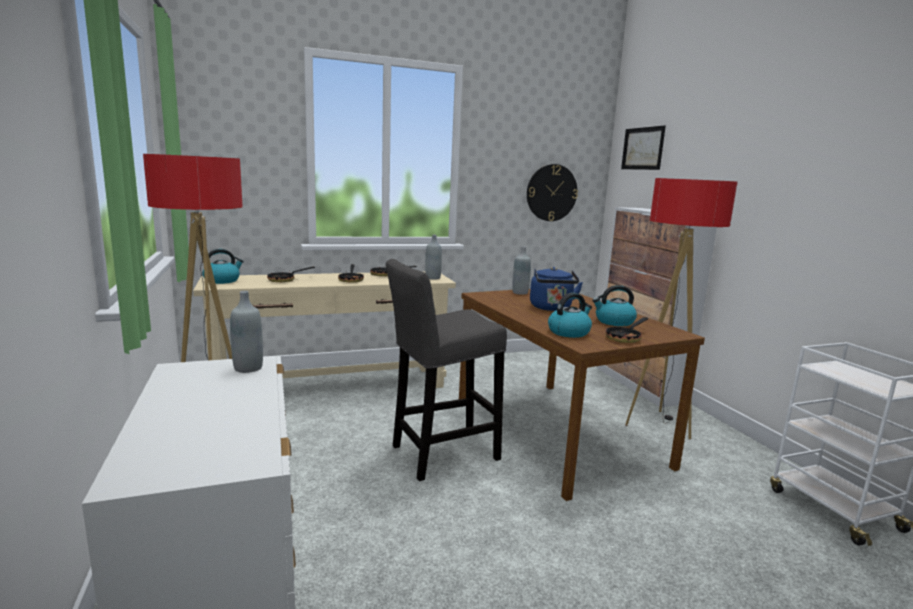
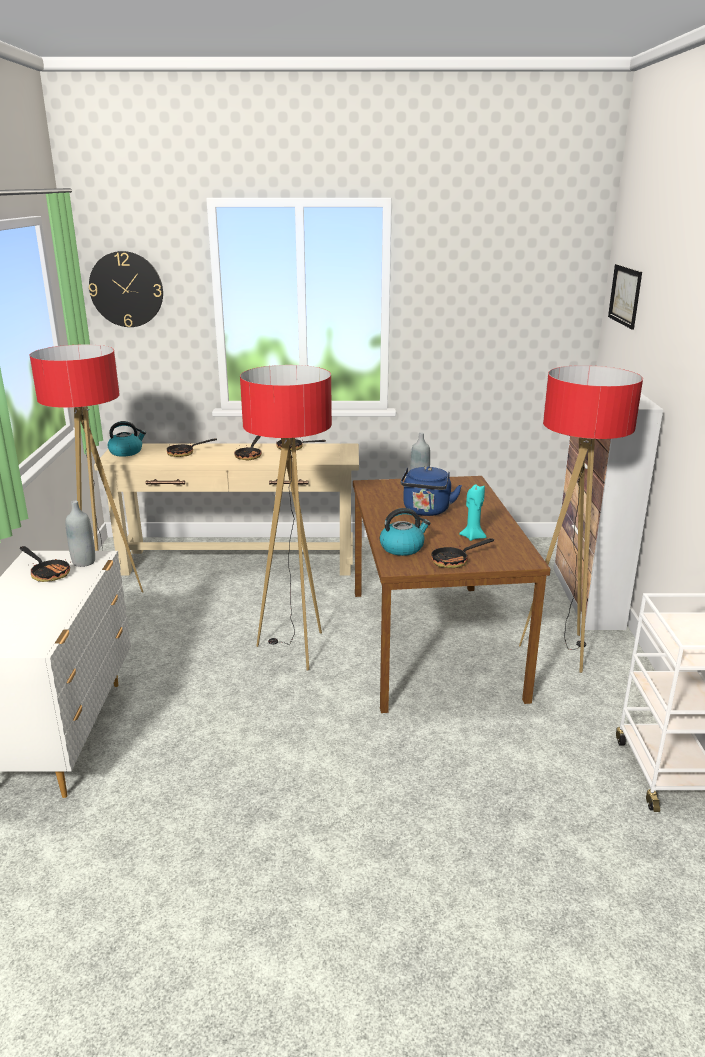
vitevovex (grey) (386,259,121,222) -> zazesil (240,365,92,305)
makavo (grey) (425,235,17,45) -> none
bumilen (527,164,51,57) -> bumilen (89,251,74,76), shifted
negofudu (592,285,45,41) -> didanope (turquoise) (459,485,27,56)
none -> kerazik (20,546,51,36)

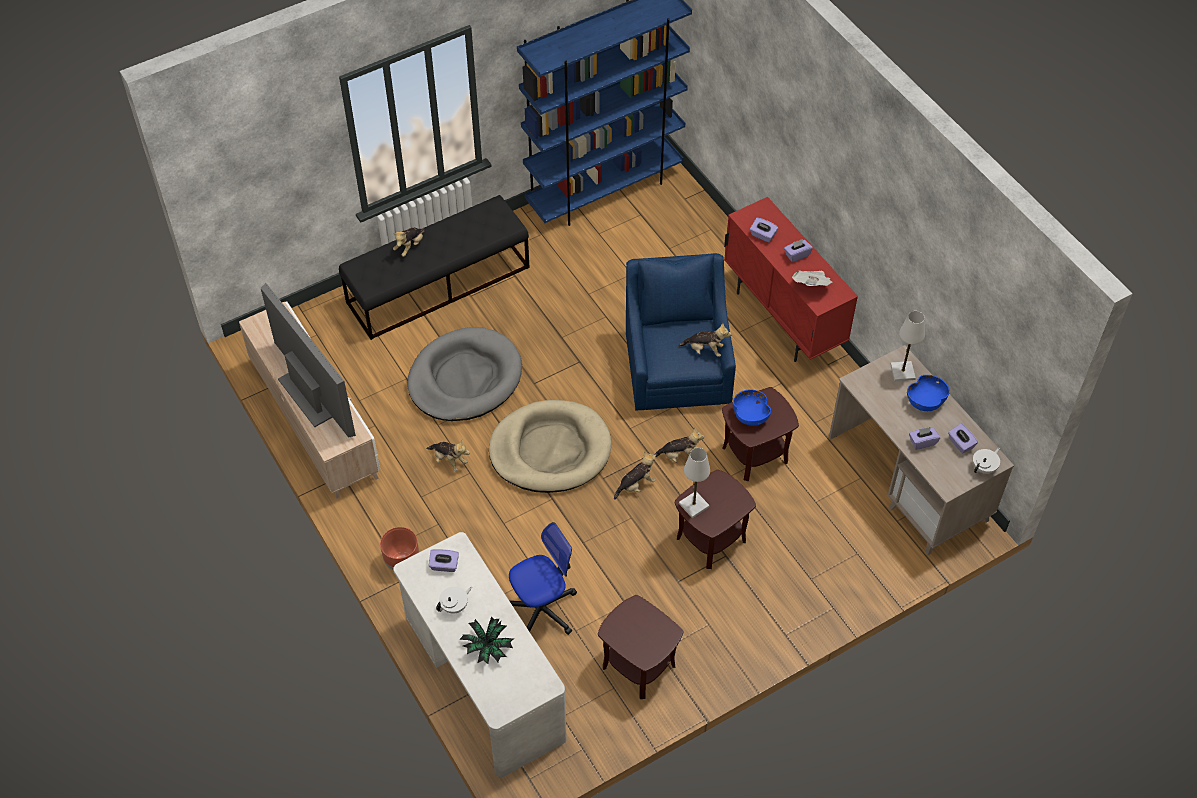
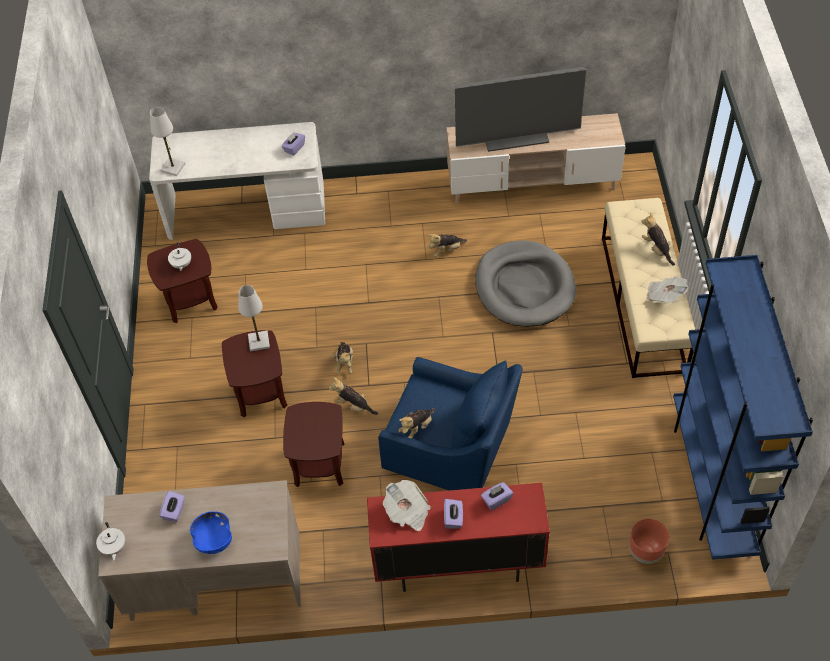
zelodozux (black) (339,195,191,145) -> zelodozux (beige) (602,198,93,180)
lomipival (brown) (380,527,39,43) -> lomipival (brown) (629,519,40,45), shifted
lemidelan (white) (436,587,36,27) -> lemidelan (white) (168,242,23,29), shifted
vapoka (459,616,54,48) -> none
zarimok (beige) (489,400,123,93) -> none
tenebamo (509,522,68,113) -> none
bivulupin (654,427,51,36) -> bivulupin (329,377,49,38), 90 degrees clockwise
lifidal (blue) (733,389,38,36) -> none
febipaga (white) (890,311,35,70) -> febipaga (white) (150,107,35,69), shifted
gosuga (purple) (948,423,30,30) -> none
none -> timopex (646,277,42,26)

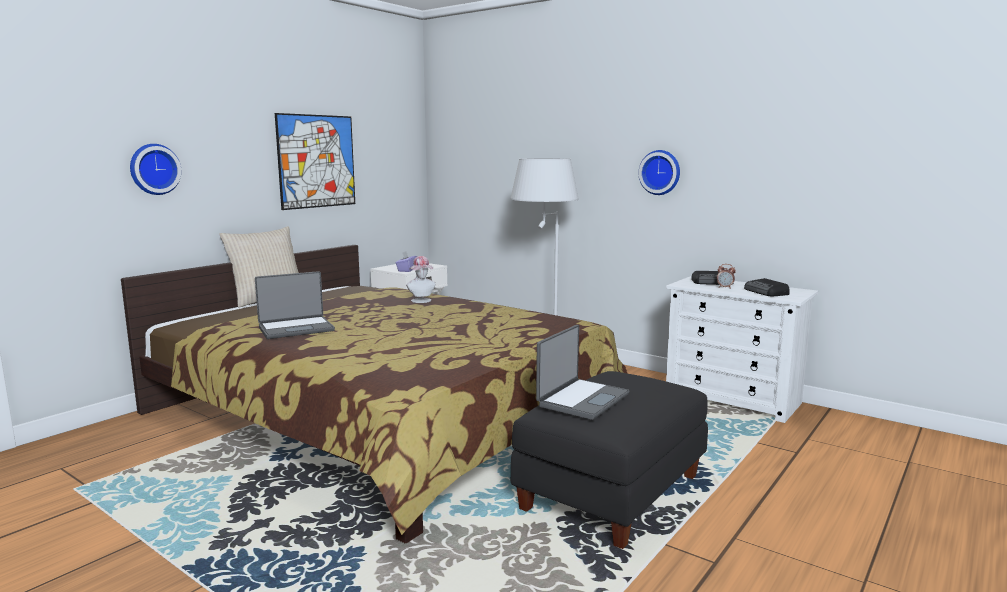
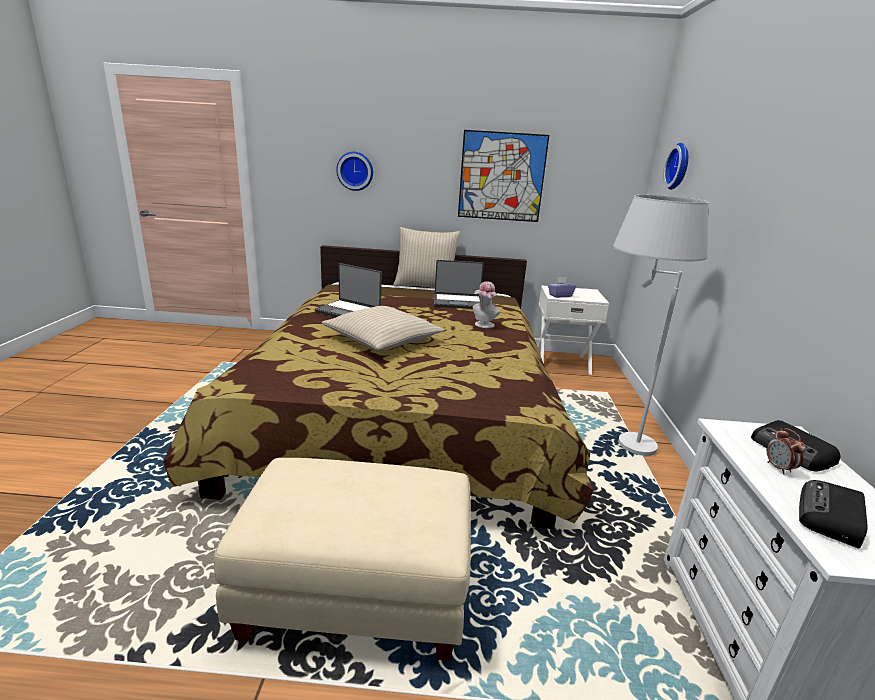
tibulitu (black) (511,371,197,178) -> tibulitu (beige) (214,458,257,203)
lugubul (536,325,93,95) -> lugubul (434,260,50,49), shifted
bumilen (639,150,41,45) -> bumilen (663,143,25,47), shifted
none -> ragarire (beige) (322,306,122,45)

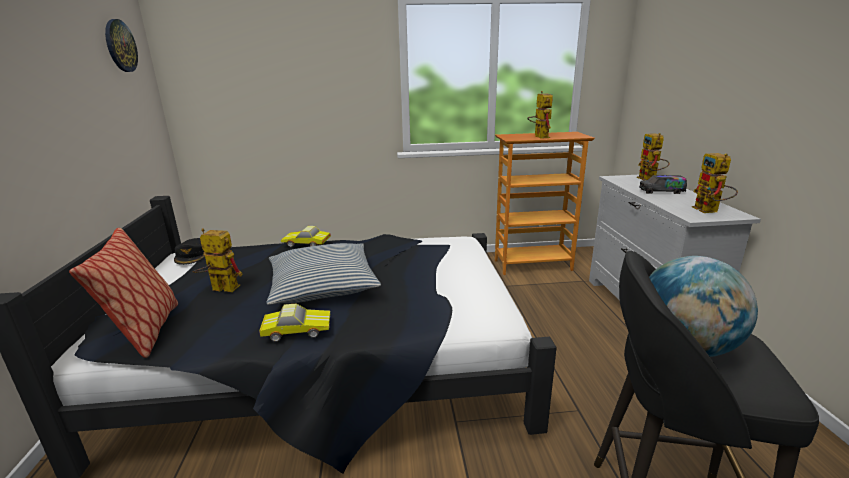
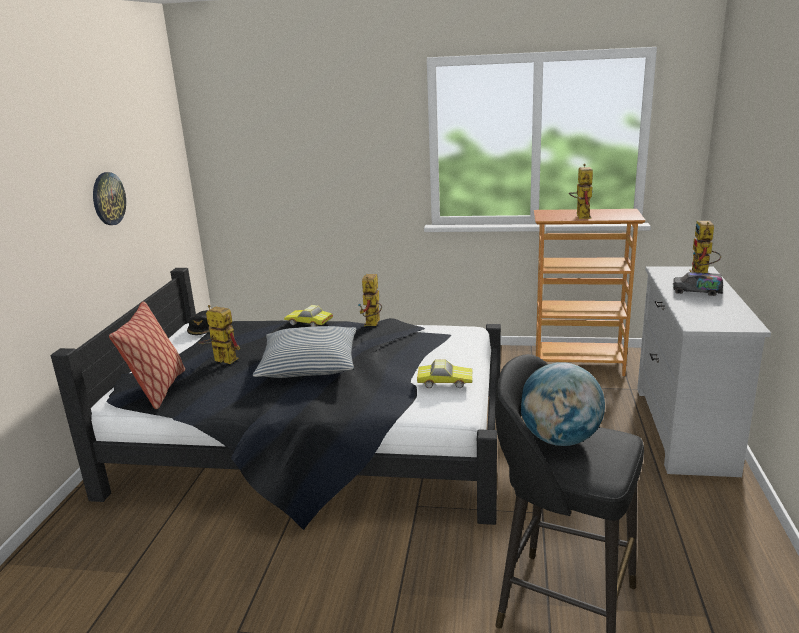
bumilen (105,19,33,53) -> bumilen (93,172,33,53), shifted
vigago (260,304,70,38) -> vigago (417,359,55,29), shifted
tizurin (692,153,46,60) -> tizurin (358,274,24,52), shifted

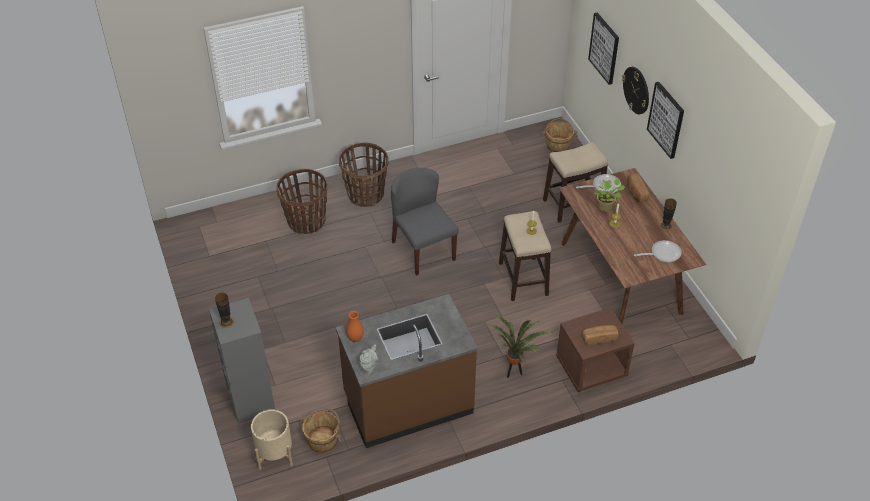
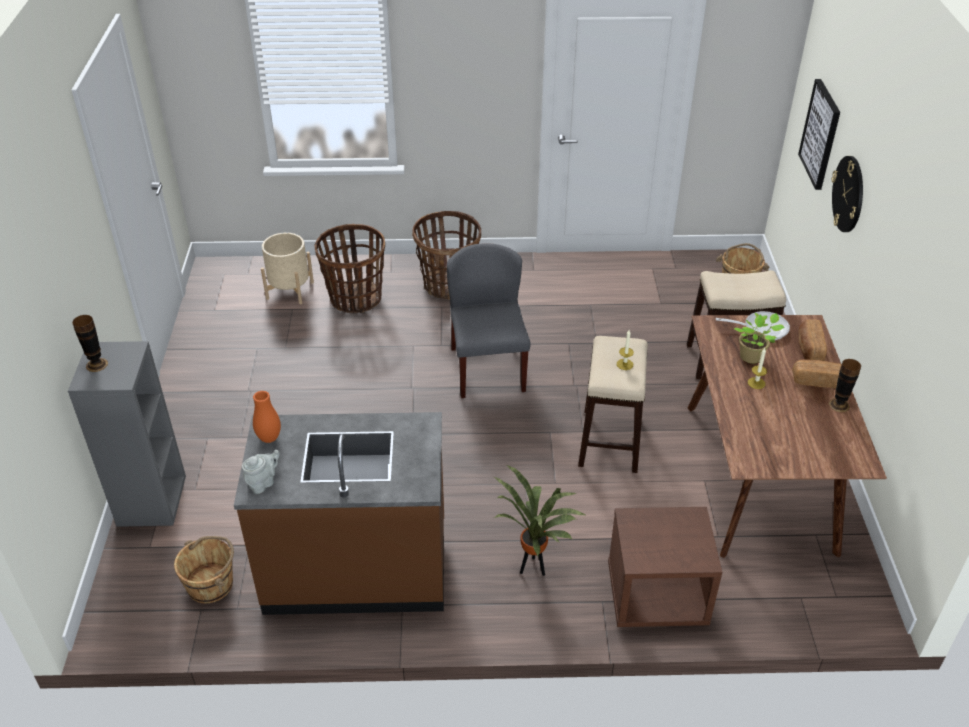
lomipival (beige) (251,409,42,61) -> lomipival (beige) (261,233,53,71), shifted
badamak (582,325,37,20) -> badamak (792,359,50,29), shifted
kerazik (634,240,48,23) -> none
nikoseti (647,82,37,77) -> none

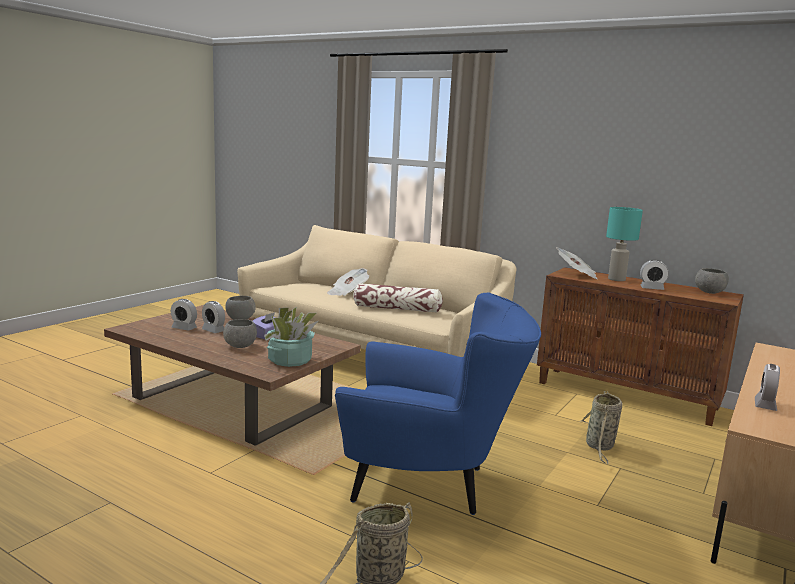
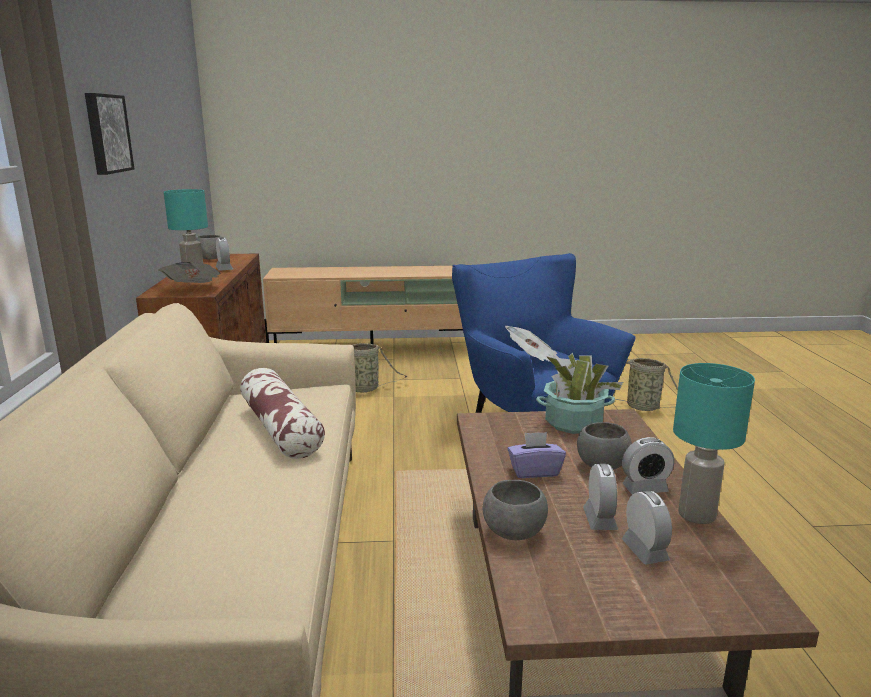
timopex (327,268,42,28) -> timopex (505,326,54,37), shifted
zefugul (755,364,25,47) -> zefugul (622,437,52,57), shifted
none -> nikoseti (85,93,49,82)
none -> febipaga (turquoise) (673,363,82,161)

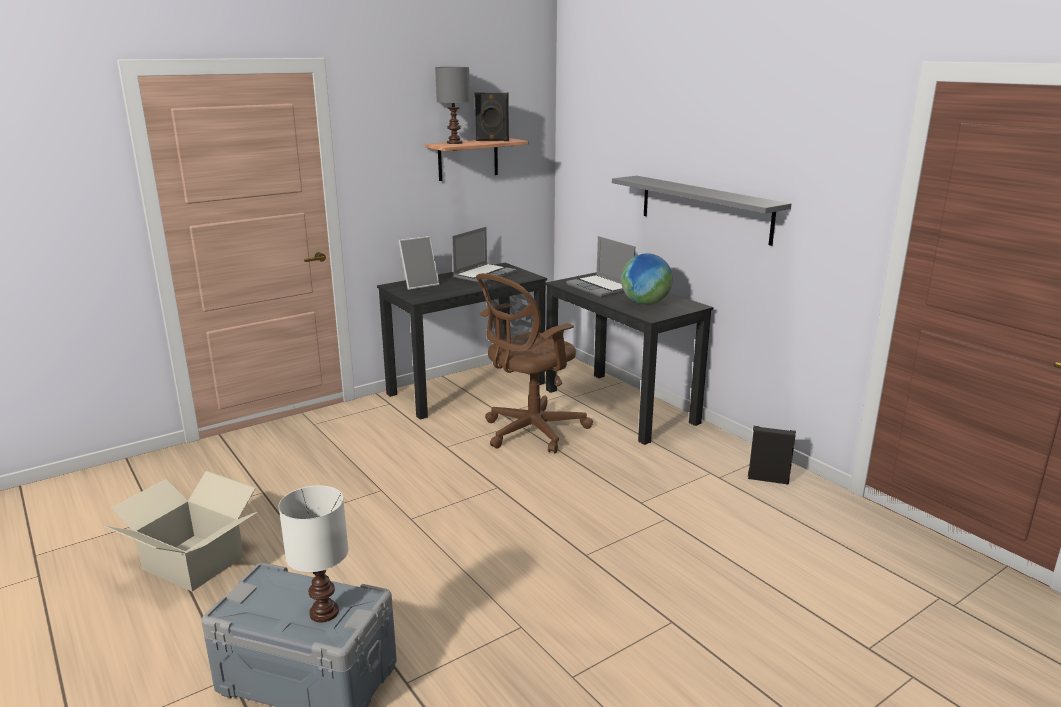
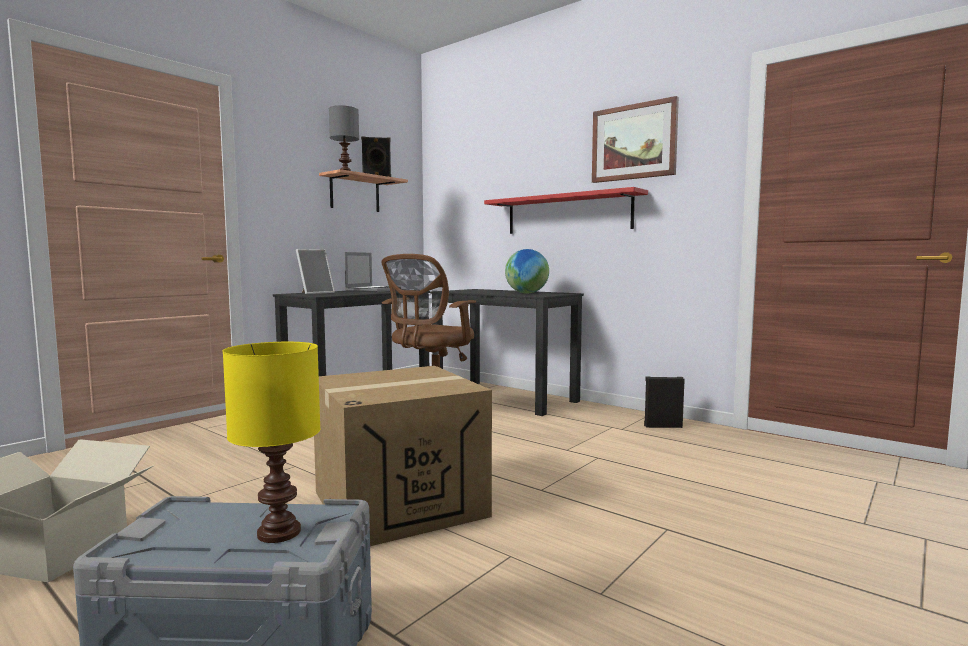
febipaga (white) (279,485,70,137) -> febipaga (yellow) (223,342,98,201)
lugubul (566,236,69,61) -> none
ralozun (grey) (612,176,179,70) -> ralozun (red) (484,187,164,47)
none -> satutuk (314,366,178,180)
none -> nikoseti (592,96,87,87)

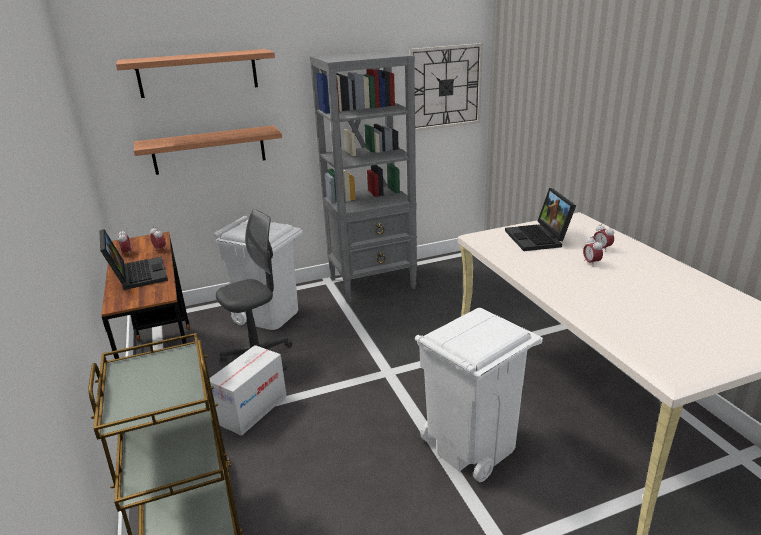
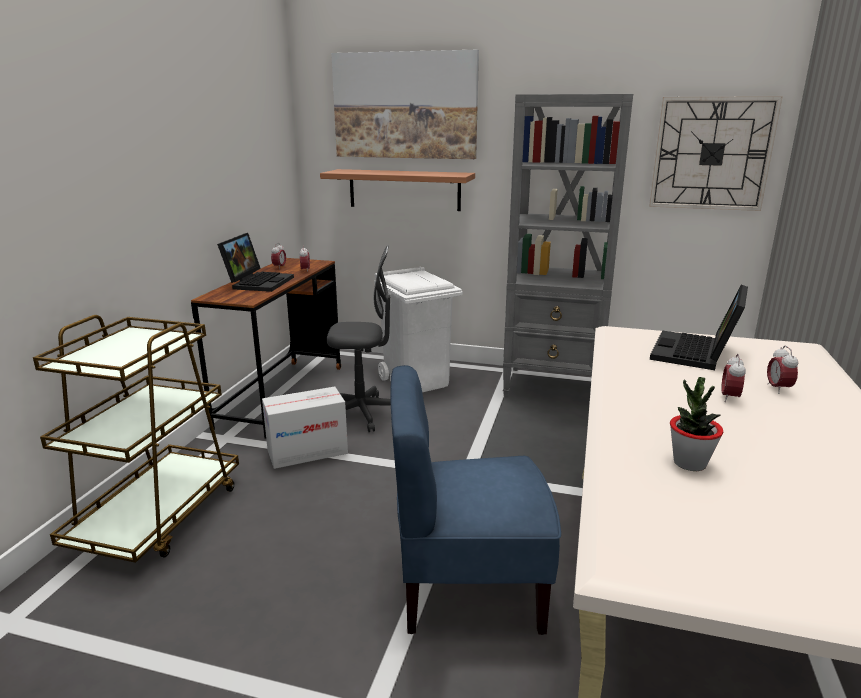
ralozun (116,49,159,49) -> nikoseti (331,50,148,109)
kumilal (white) (415,308,128,174) -> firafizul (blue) (391,365,170,270)
none -> vapoka (670,377,53,94)

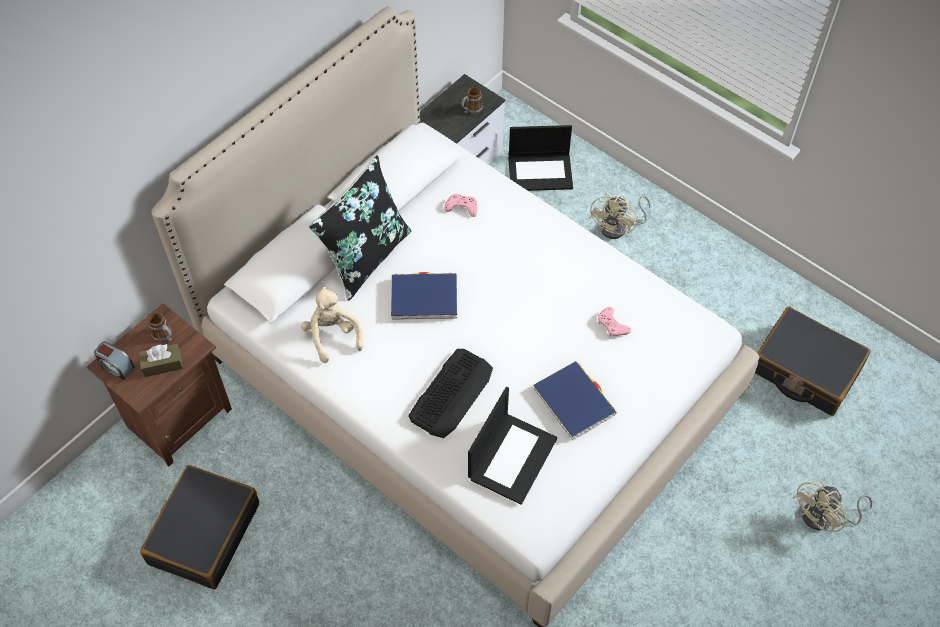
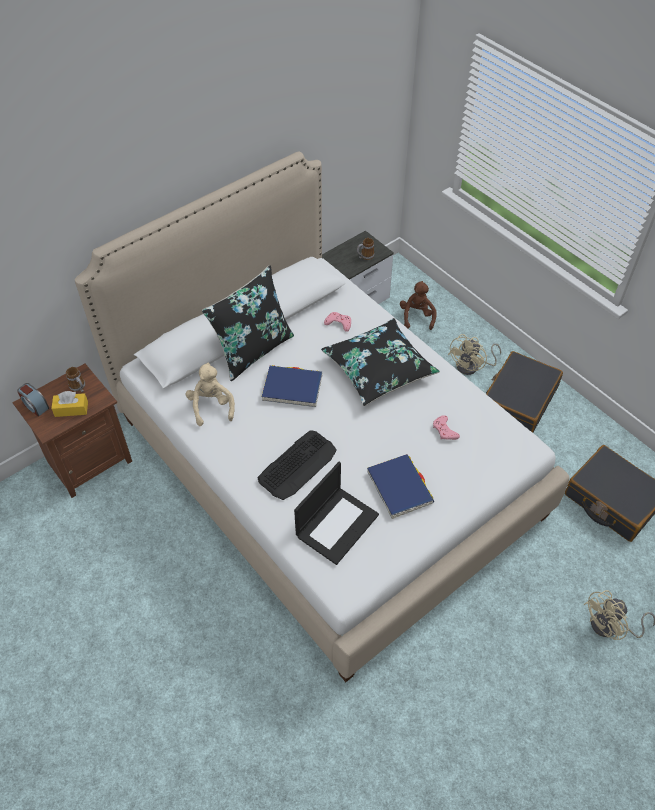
gosuga (brown) (138,344,45,33) -> gosuga (yellow) (51,391,37,26)
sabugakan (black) (140,465,119,124) -> sabugakan (black) (486,351,77,82), shifted
lugubul (508,125,65,66) -> bivulupin (brown) (400,281,37,49)
none -> ragarire (black) (321,318,119,88)

